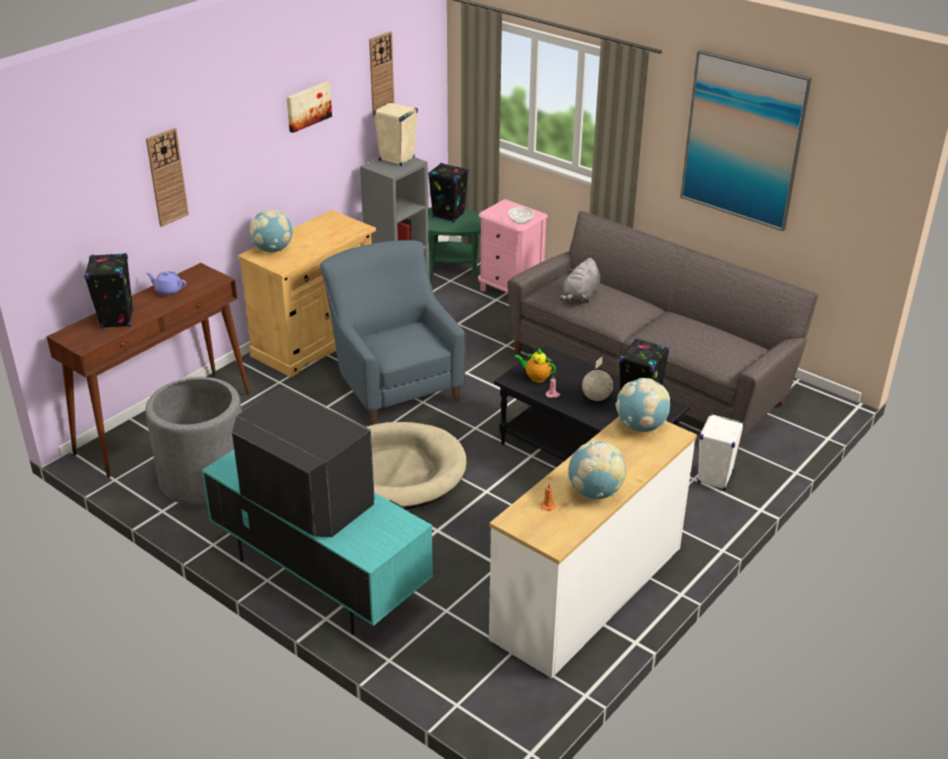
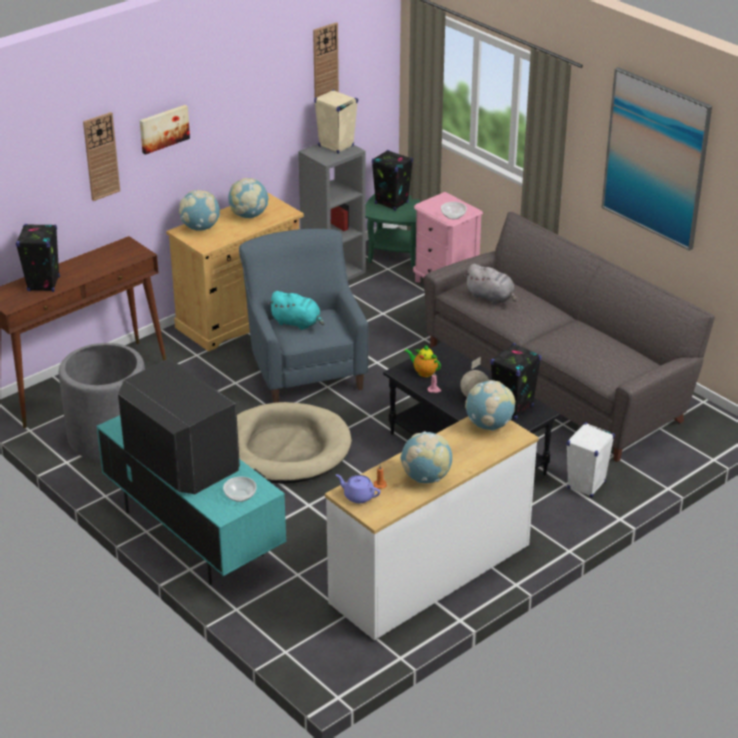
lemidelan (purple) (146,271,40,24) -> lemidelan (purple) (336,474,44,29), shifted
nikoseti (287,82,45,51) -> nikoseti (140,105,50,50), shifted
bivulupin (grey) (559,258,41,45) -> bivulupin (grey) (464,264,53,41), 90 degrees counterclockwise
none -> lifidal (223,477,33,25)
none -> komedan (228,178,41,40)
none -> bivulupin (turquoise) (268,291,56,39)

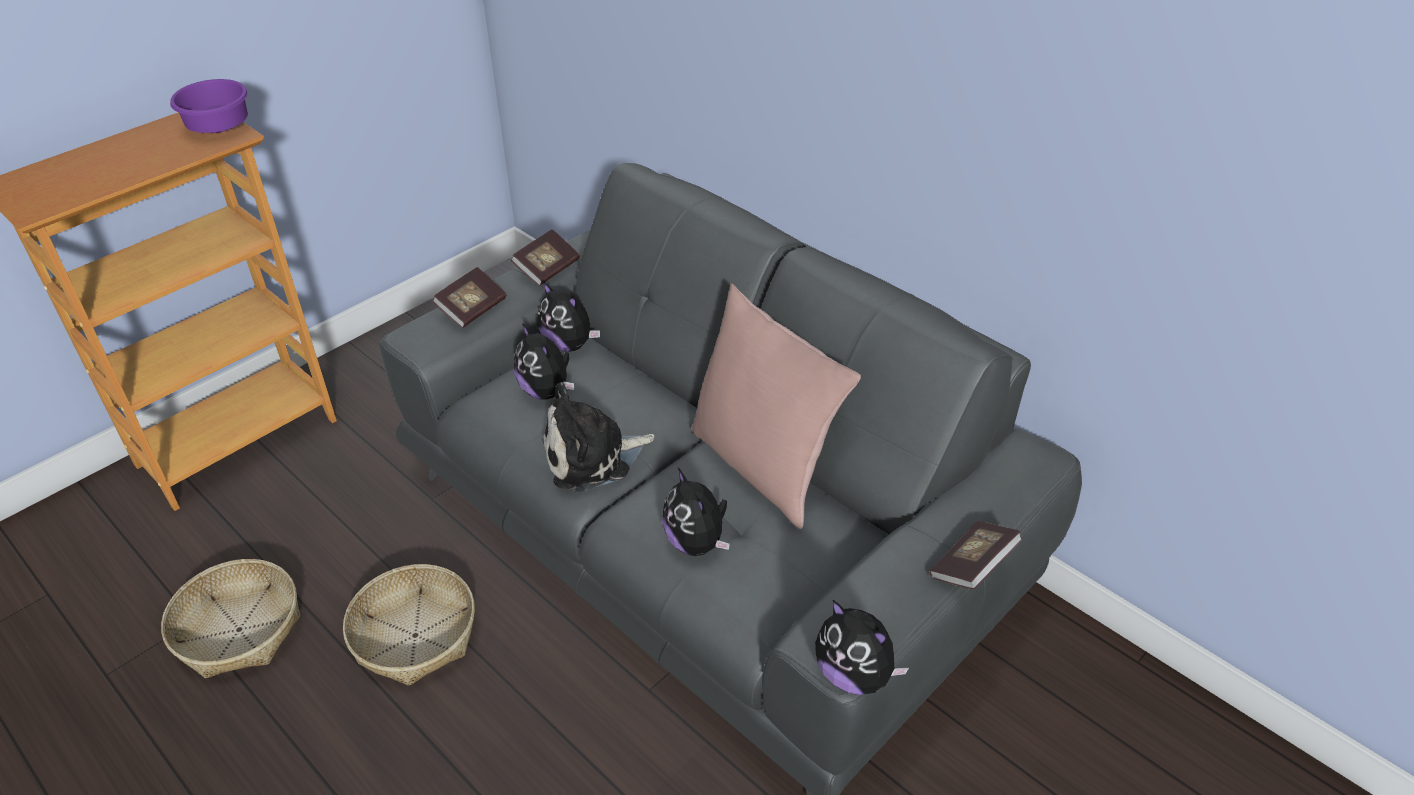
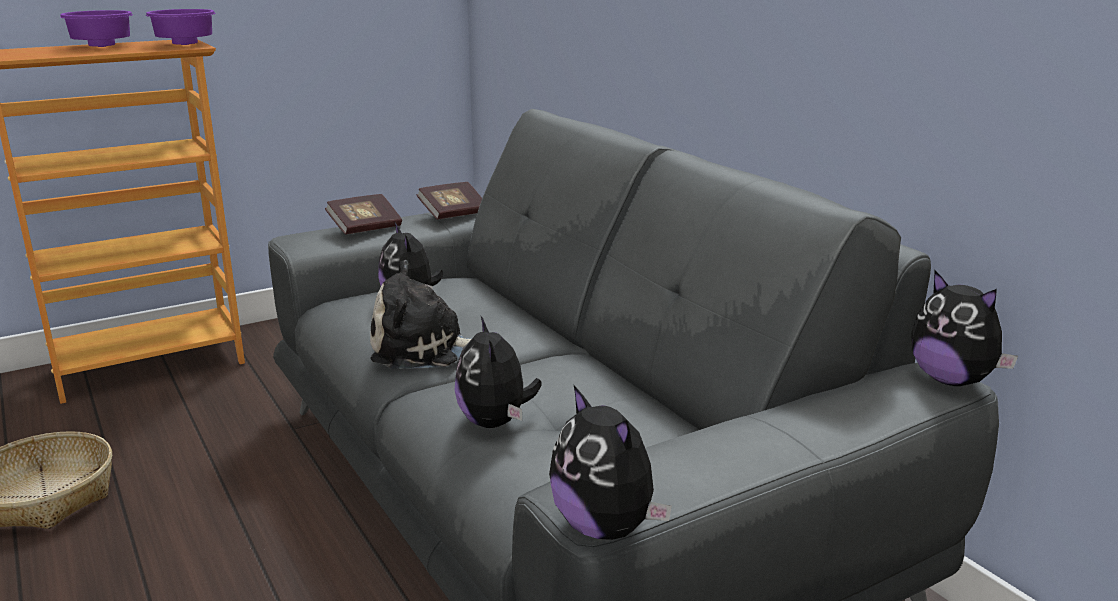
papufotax (343,564,132,122) -> none
bivulupin (537,282,63,70) -> bivulupin (911,271,107,115), shifted
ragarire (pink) (691,283,170,246) -> none
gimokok (929,521,94,68) -> none
none -> lifidal (purple) (60,10,73,37)

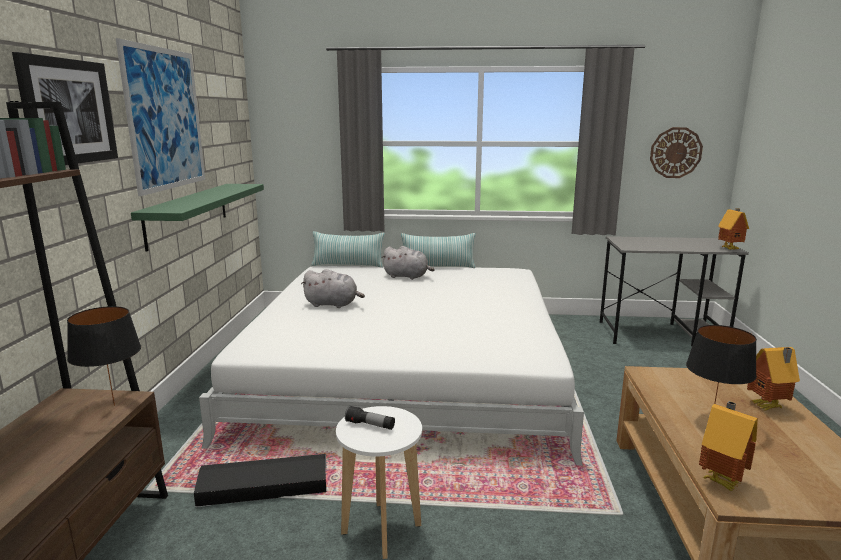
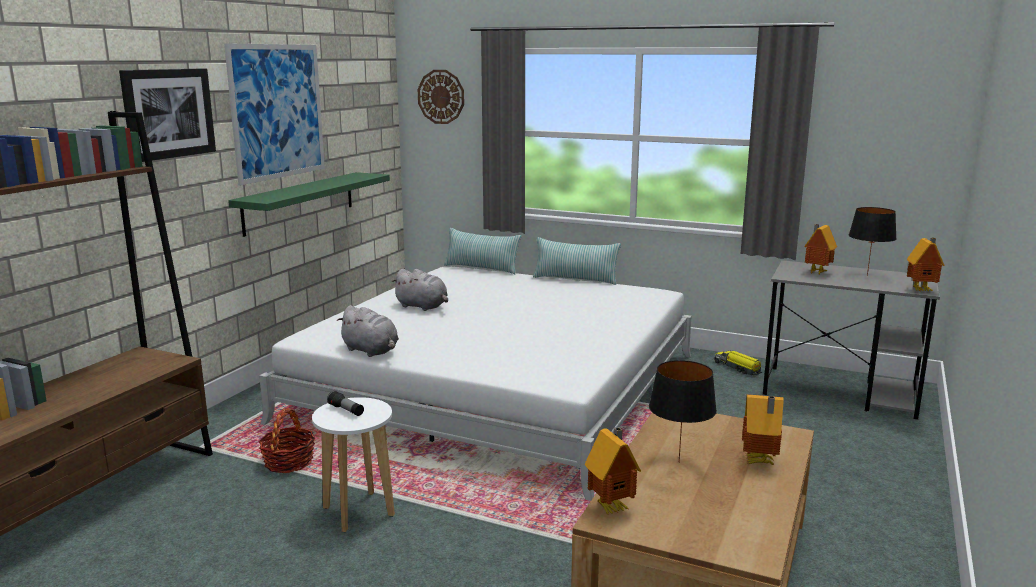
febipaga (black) (67,306,74,100) -> febipaga (black) (849,207,48,69), shifted
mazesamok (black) (194,454,133,53) -> papufotax (258,408,57,65)
bivulupin (grey) (381,246,54,34) -> bivulupin (grey) (337,305,62,52), shifted
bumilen (650,127,53,51) -> bumilen (418,70,46,54), shifted
none -> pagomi (714,351,48,25)
none -> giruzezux (804,224,33,52)

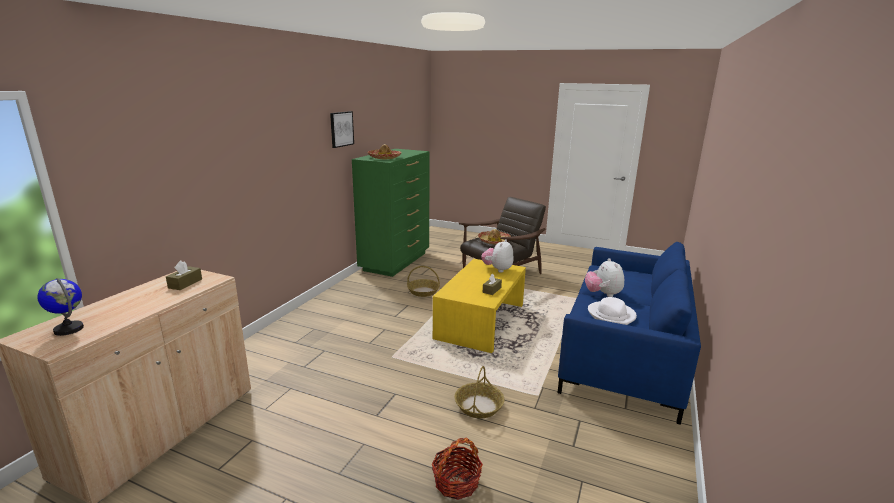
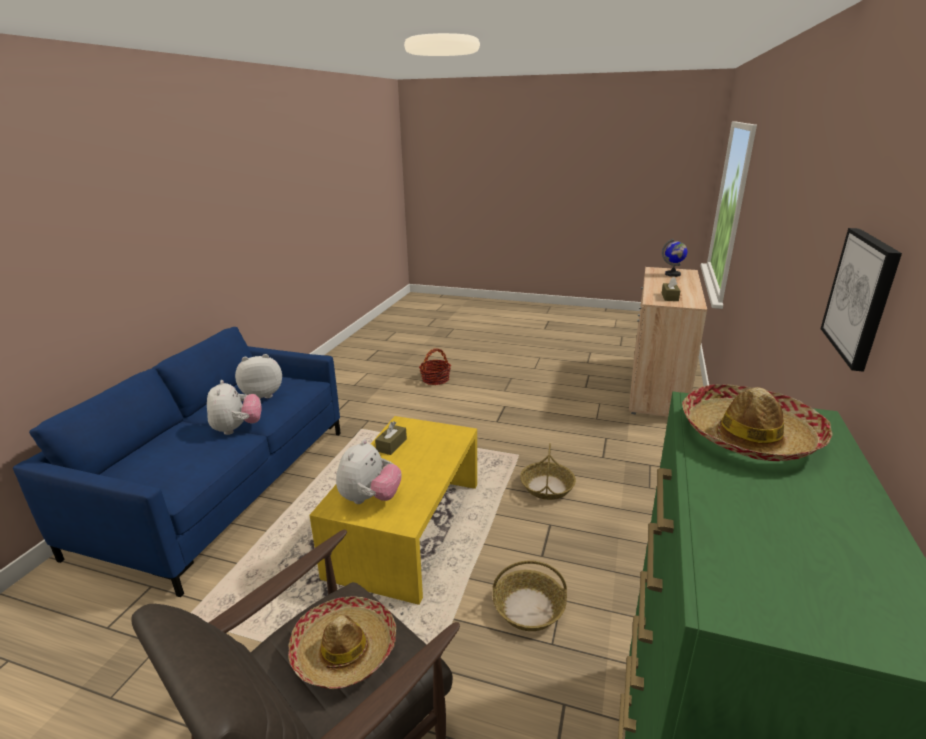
papufotax (454,366,50,52) -> papufotax (520,443,56,57), shifted
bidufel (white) (588,297,49,28) -> bivulupin (235,354,47,45)

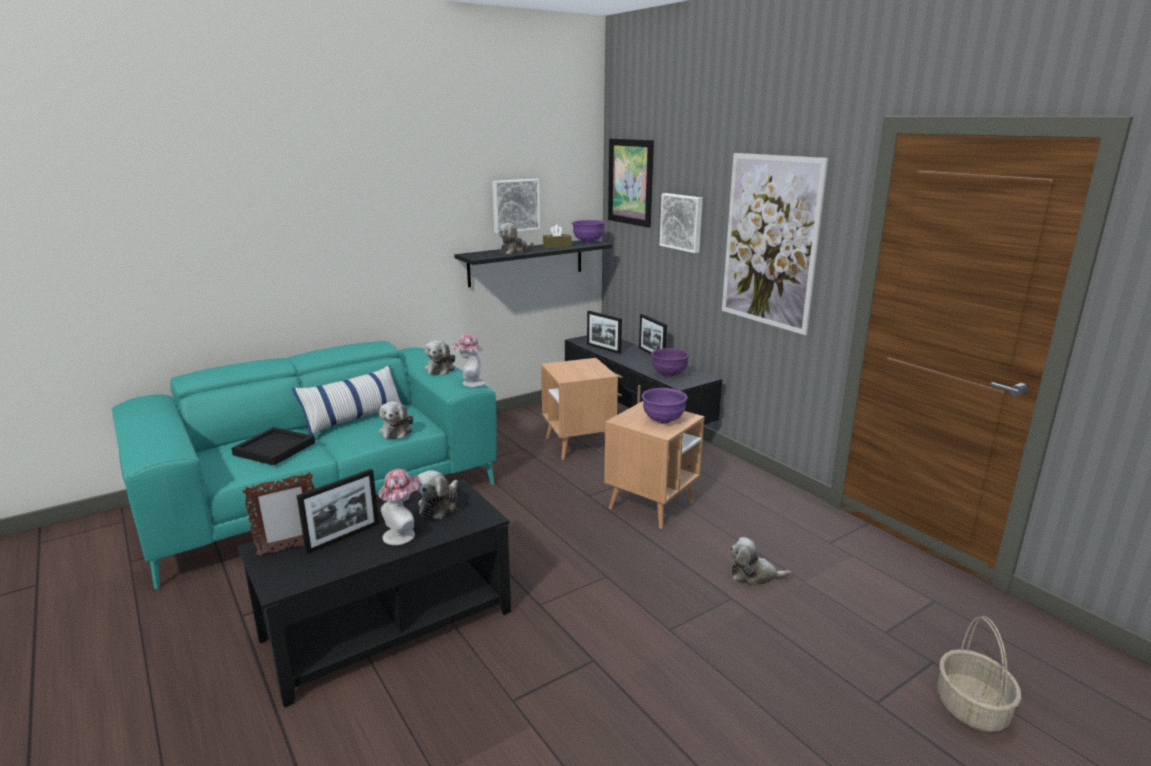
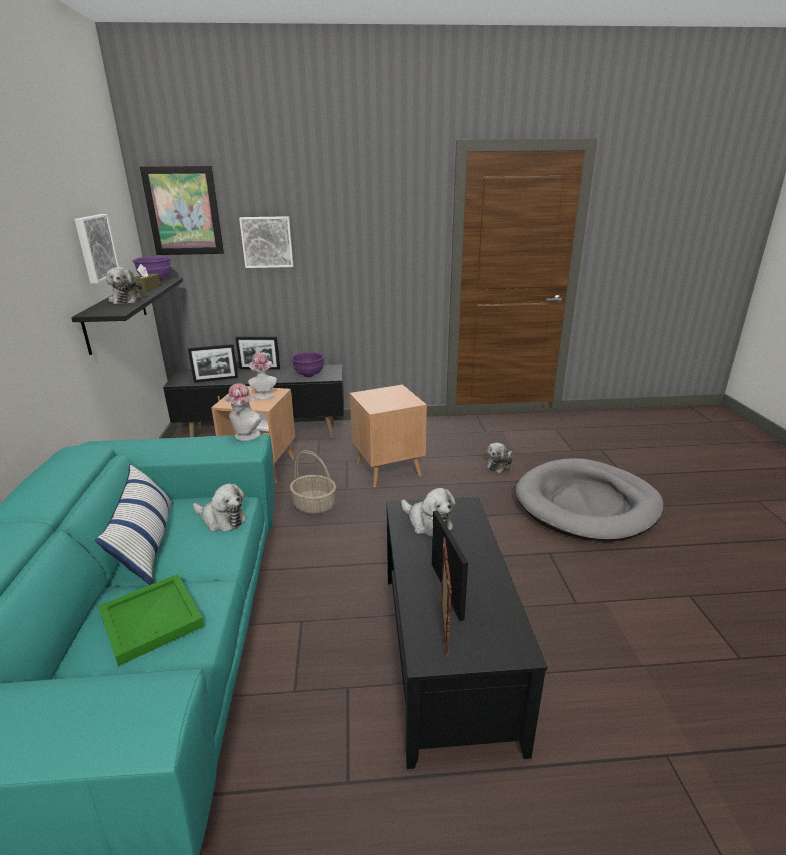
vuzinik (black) (231,427,84,39) -> vuzinik (green) (98,574,106,92)
bidufel (378,469,42,76) -> bidufel (248,353,29,47), shifted
bivulupin (425,340,30,35) -> none
lifidal (purple) (642,388,46,36) -> none
nikoseti (722,153,106,182) -> none
papufotax (937,616,84,117) -> papufotax (290,450,46,65), shifted
none -> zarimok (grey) (516,458,148,84)

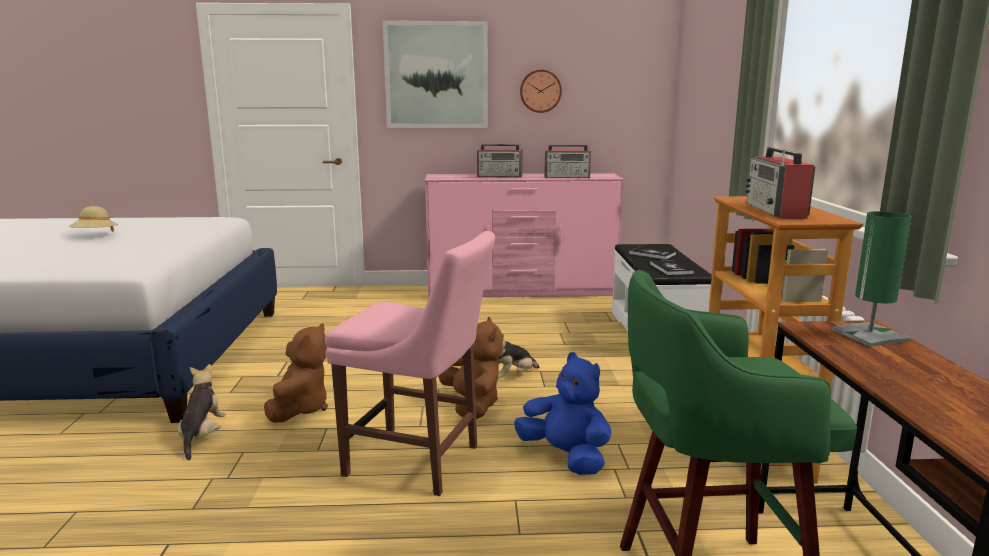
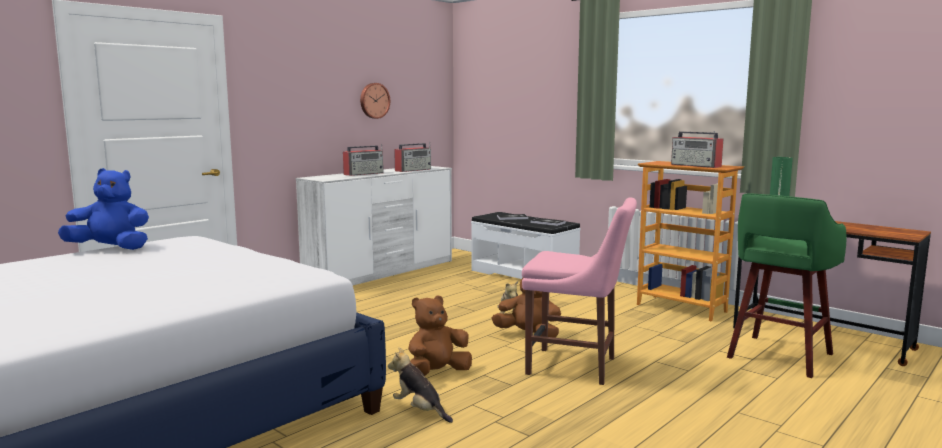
bidufel (beige) (69,206,49,26) -> none
bivulupin (brown) (264,323,64,100) -> bivulupin (brown) (408,295,64,81), 90 degrees counterclockwise
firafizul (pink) (325,231,170,265) -> firafizul (pink) (522,197,115,188), 45 degrees clockwise
nikoseti (383,21,105,107) -> none
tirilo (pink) (425,173,199,126) -> tirilo (white) (296,166,156,119)
bivulupin (blue) (514,352,97,123) -> bivulupin (blue) (58,168,91,82), shifted

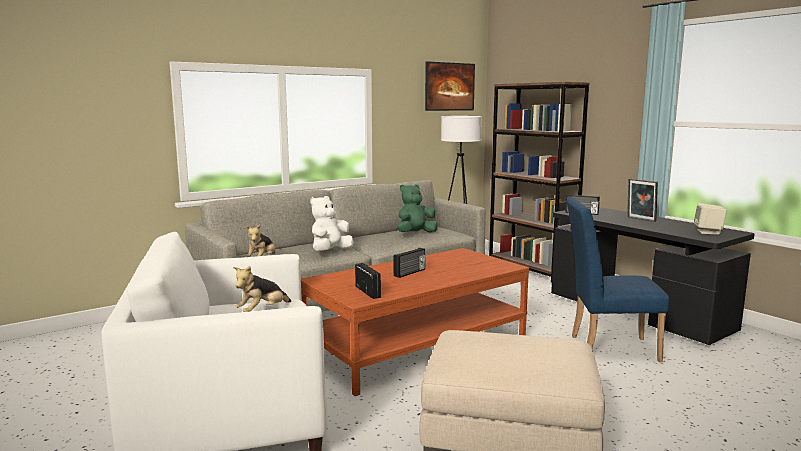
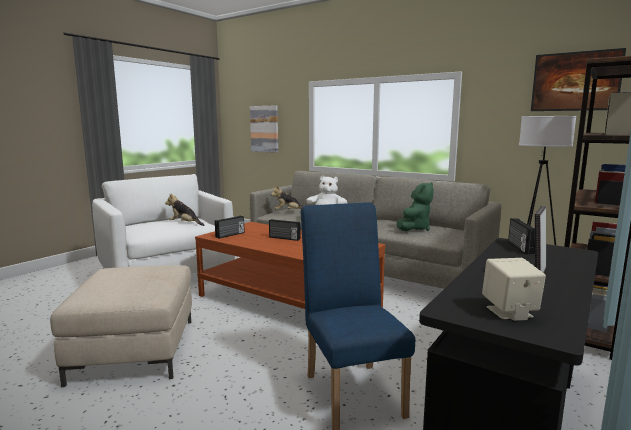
bivulupin (green) (397,185,41,48) -> bivulupin (green) (397,182,37,49), 90 degrees clockwise
none -> nikoseti (250,105,28,48)

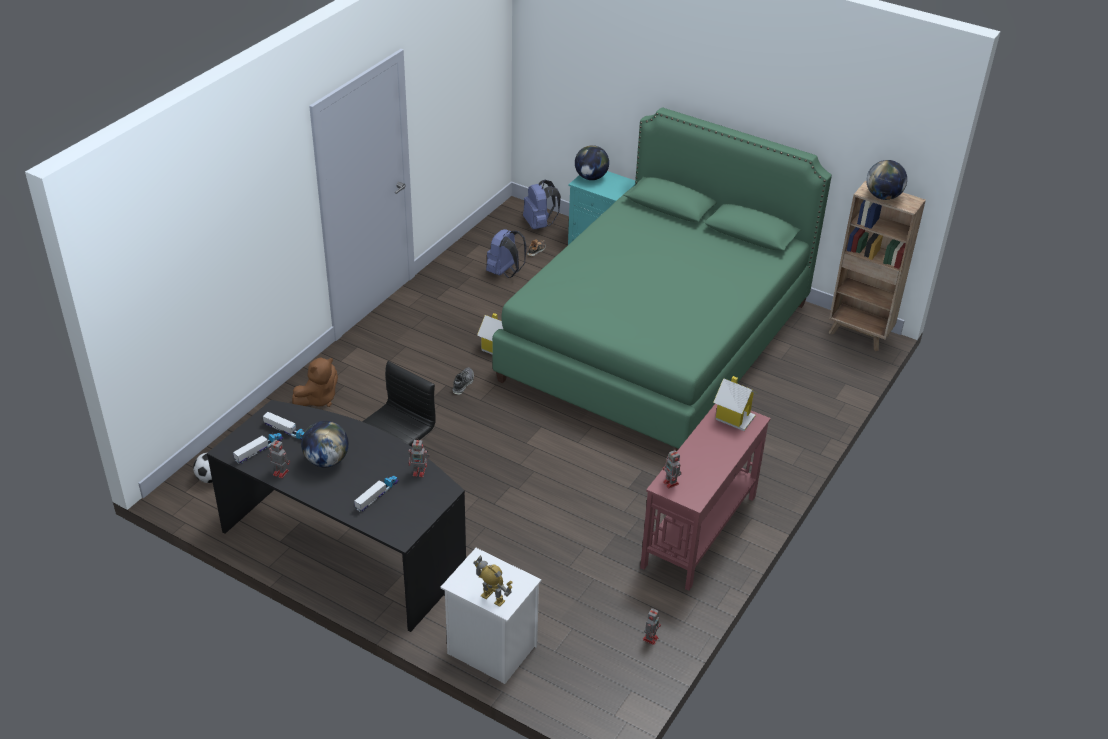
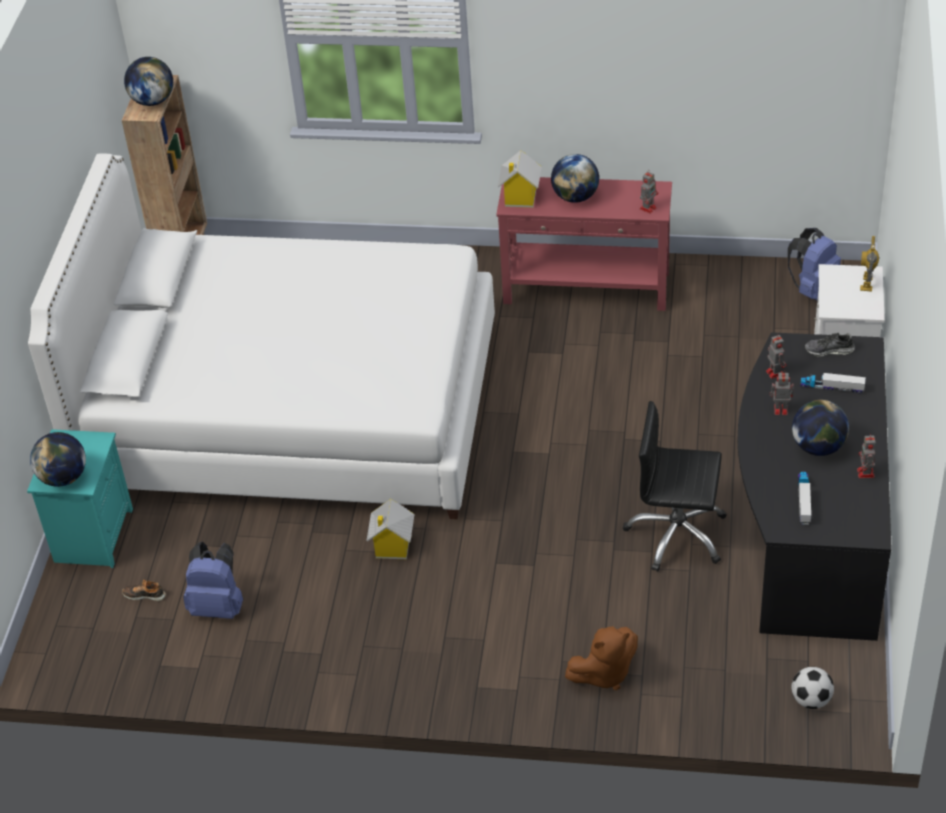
pagomi (233,433,50,31) -> none
bivulupin (brown) (292,357,46,50) -> bivulupin (brown) (565,626,73,64), 135 degrees clockwise
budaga (453,368,21,27) -> budaga (805,333,50,23), shifted
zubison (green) (492,108,340,343) -> zubison (white) (28,153,467,366)
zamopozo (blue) (523,180,38,50) -> zamopozo (blue) (788,228,53,72), shifted
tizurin (643,608,18,37) -> tizurin (769,371,25,44), shifted
none -> komedan (551,154,48,49)

